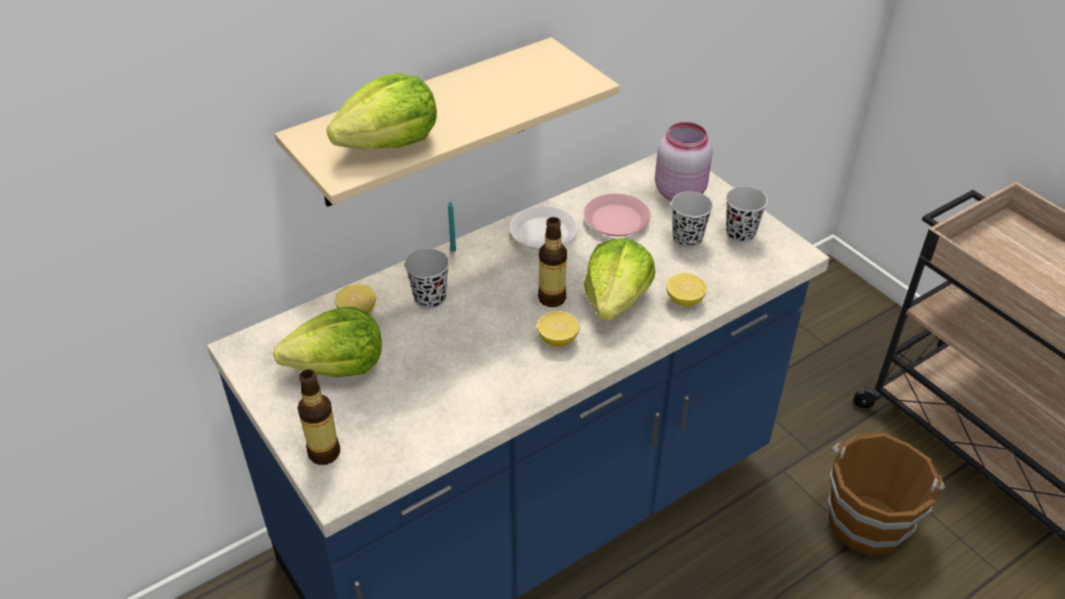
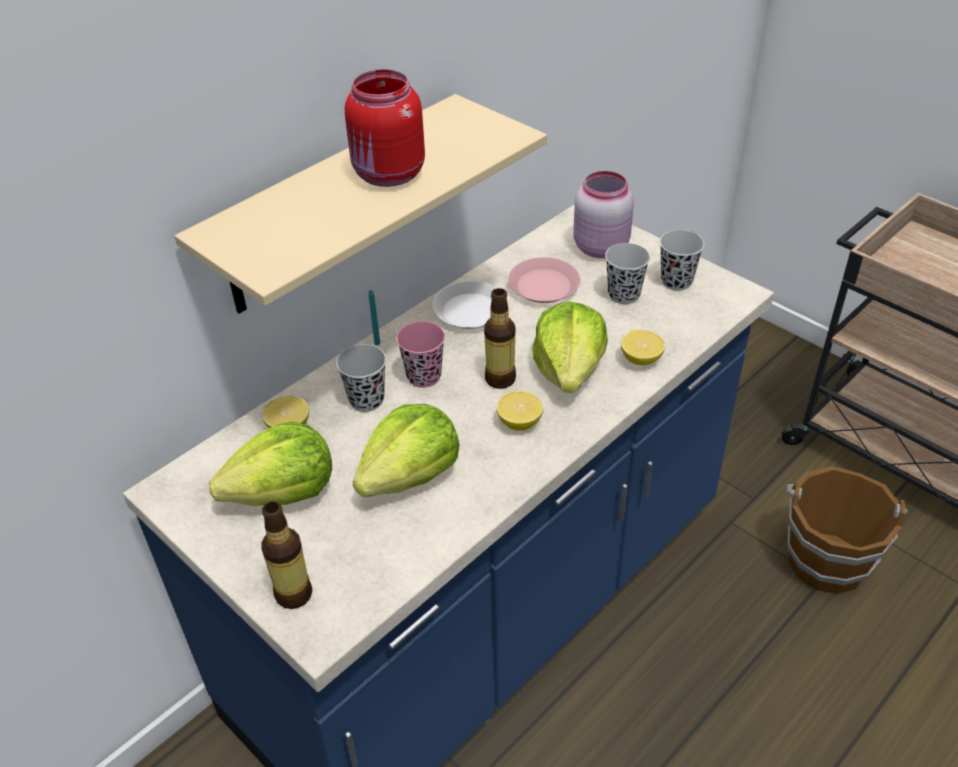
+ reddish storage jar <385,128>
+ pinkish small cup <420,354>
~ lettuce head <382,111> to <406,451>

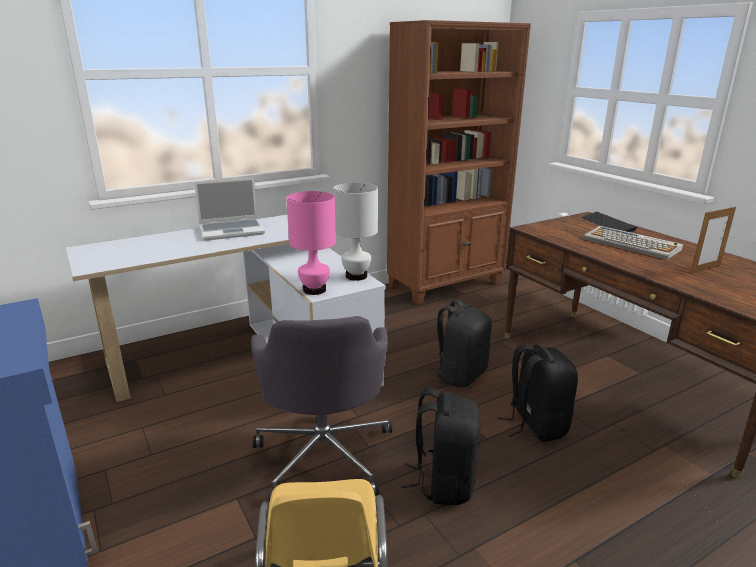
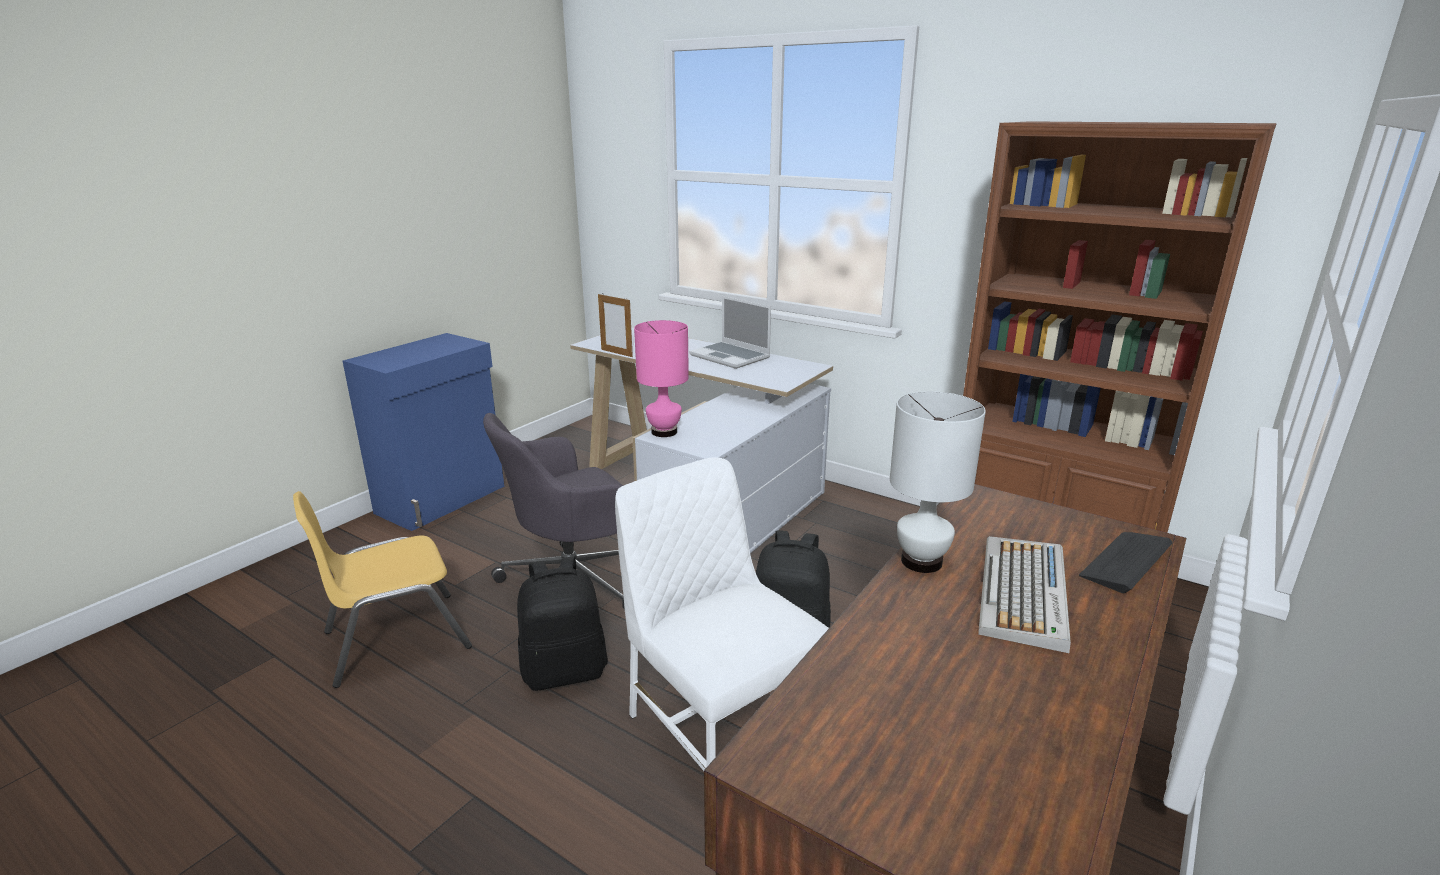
~ white-coloured lamp for a table <355,232> to <938,482>
~ standing frame <713,239> to <615,325>
~ black backpack <537,393> to white-coloured upright chair <722,614>

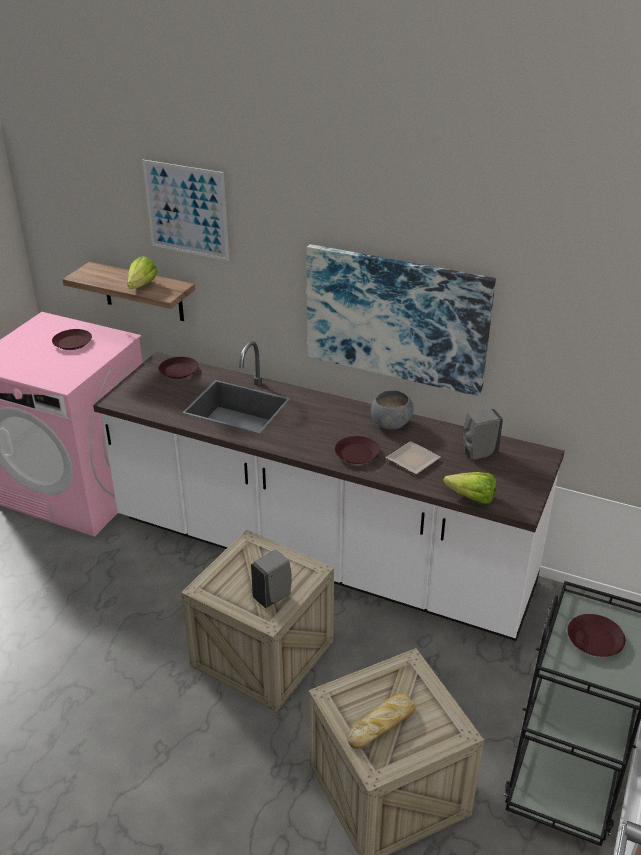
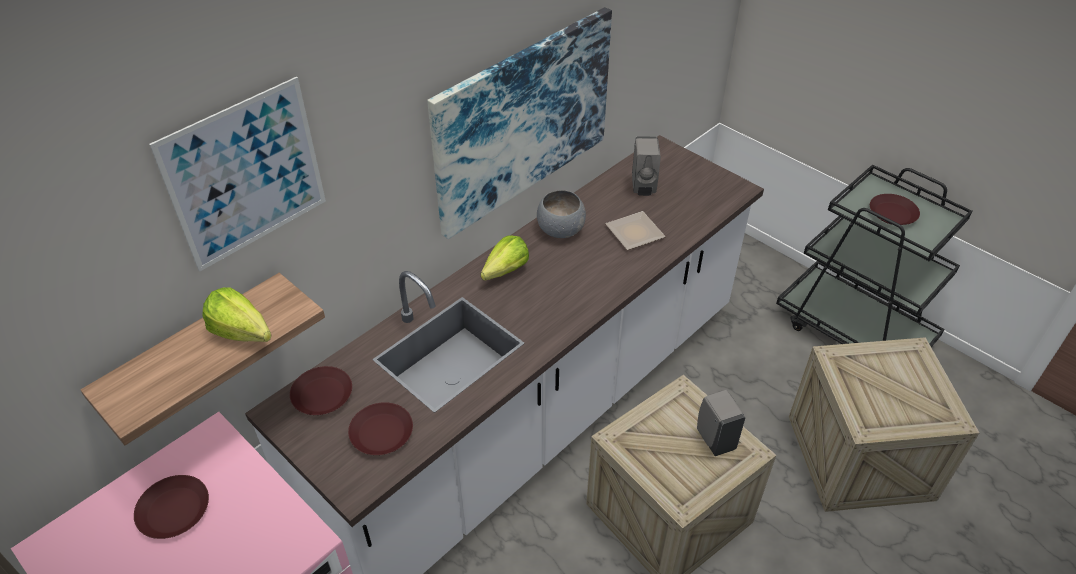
- baked bread <381,721>
~ brown plate <357,450> to <380,428>
~ lettuce head <469,488> to <505,258>

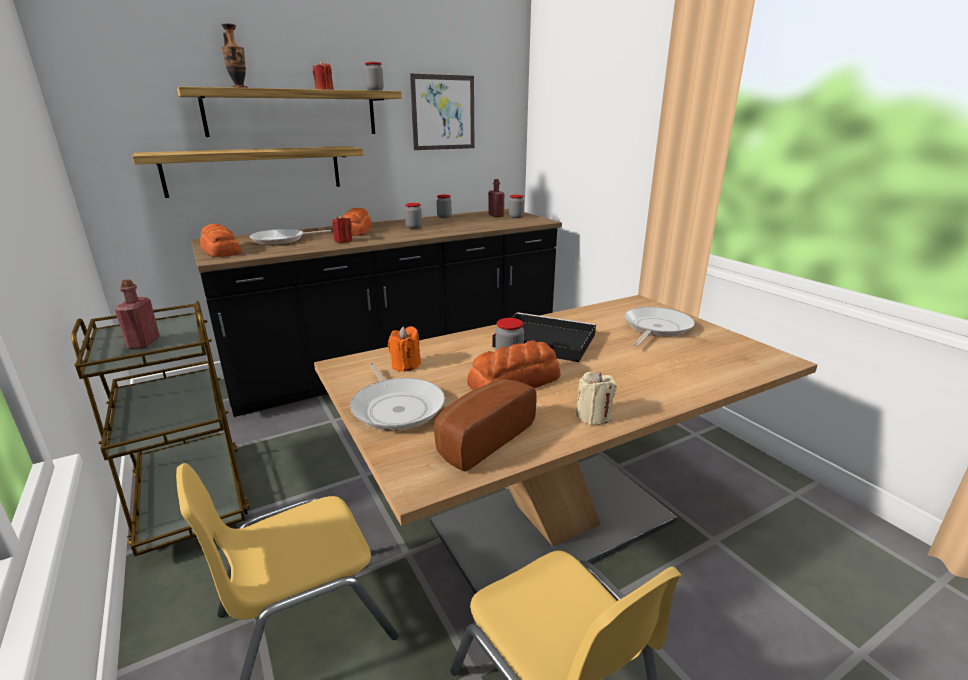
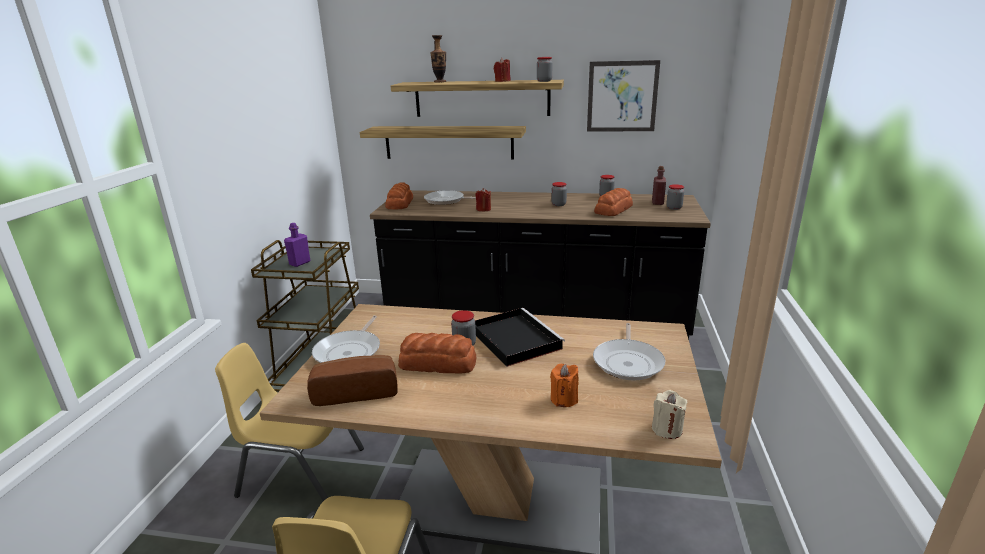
~ baked bread <357,222> to <613,202>
~ orangey wax candle <404,349> to <564,385>
~ sand-coloured wax candle <596,398> to <670,414>
~ reddish beverage bottle <137,314> to purple-coloured beverage bottle <297,245>
~ frying pan <659,327> = <629,351> 120 degrees clockwise

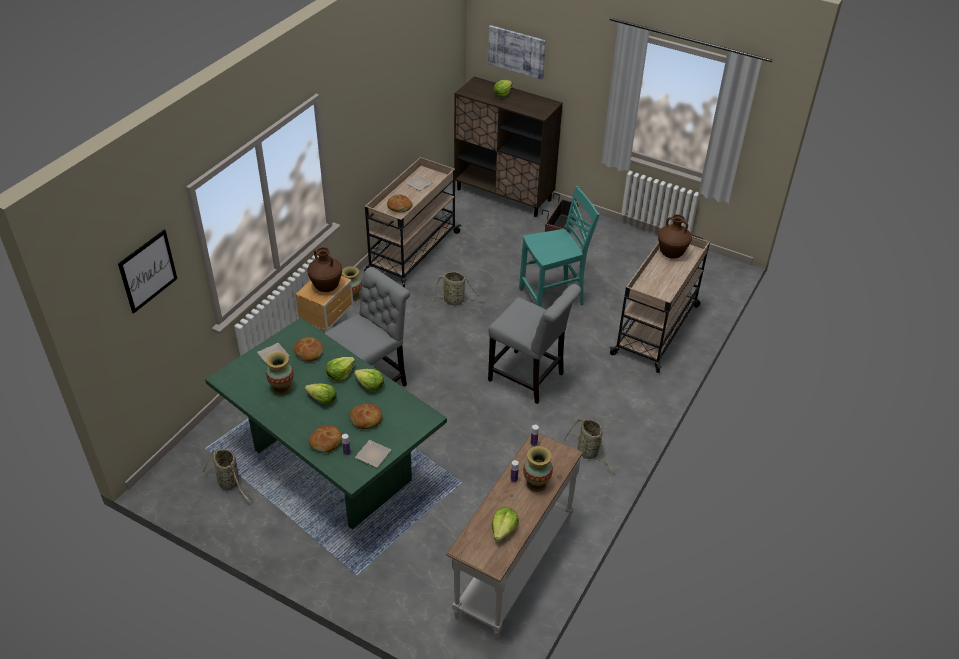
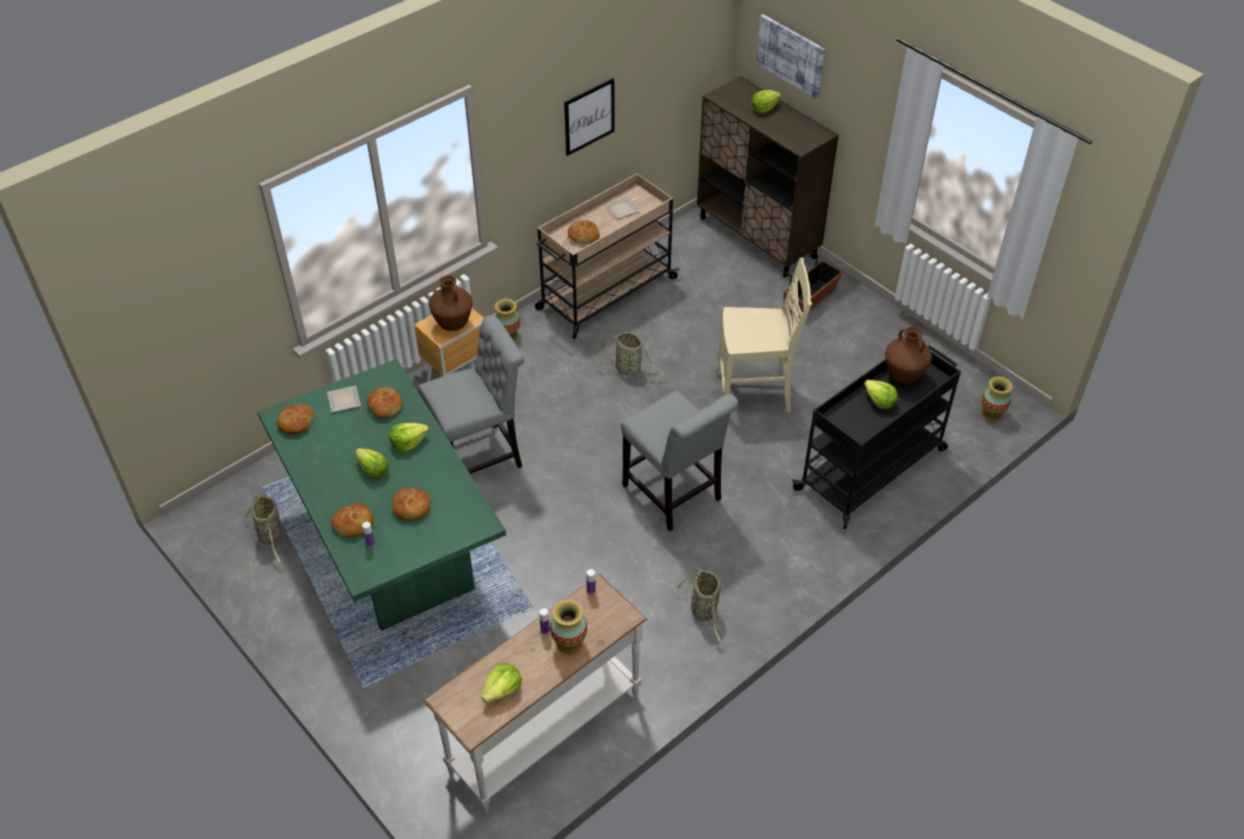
- plate <373,453>
+ baked bread <295,419>
~ wall picture <147,272> to <589,117>
~ decorative vase <280,373> to <997,399>
~ lettuce head <369,380> to <881,394>
~ turquoise upright chair <559,246> to sand-coloured upright chair <764,335>
~ sand-coloured cart <659,303> to black cart <876,437>

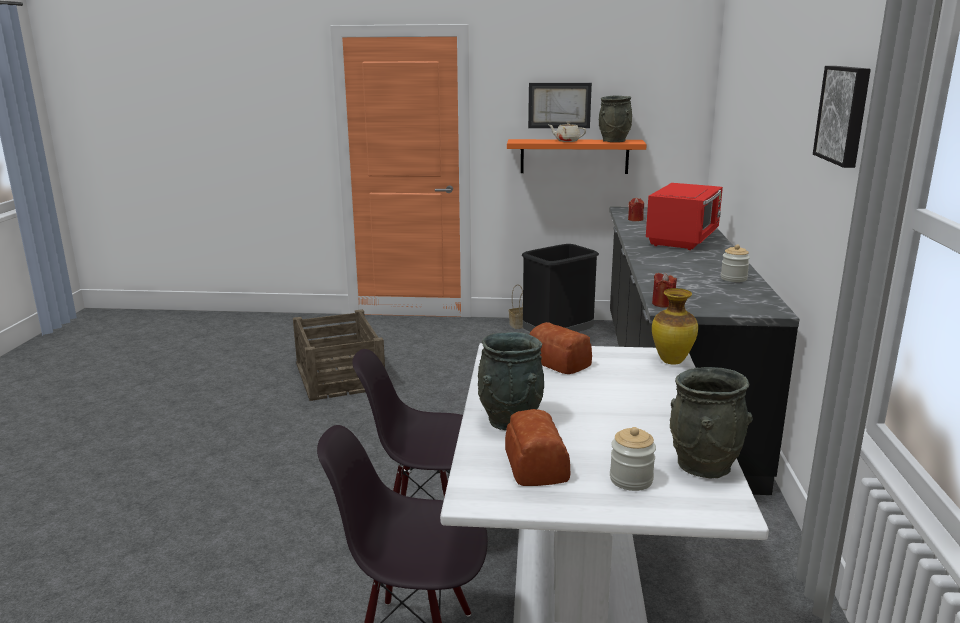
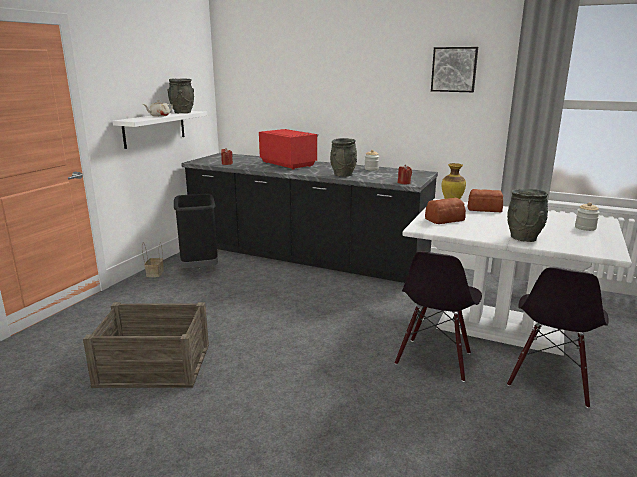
- wall picture <560,105>
~ baked bread <537,447> to <485,200>
~ greyish decorative vase <711,422> to <343,157>
~ orangey shelf <577,156> to white-coloured shelf <160,130>

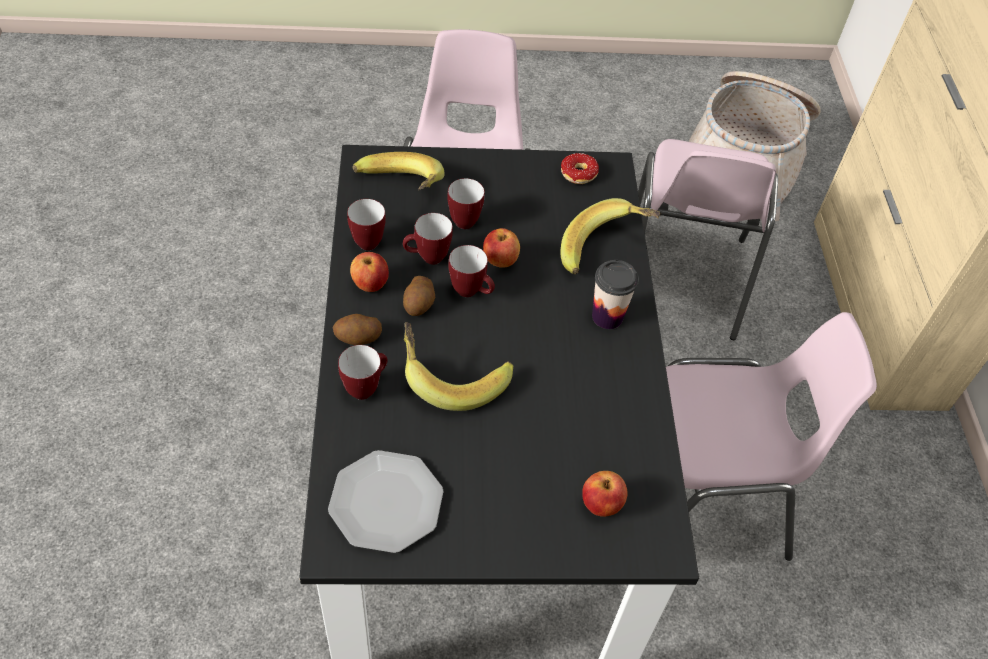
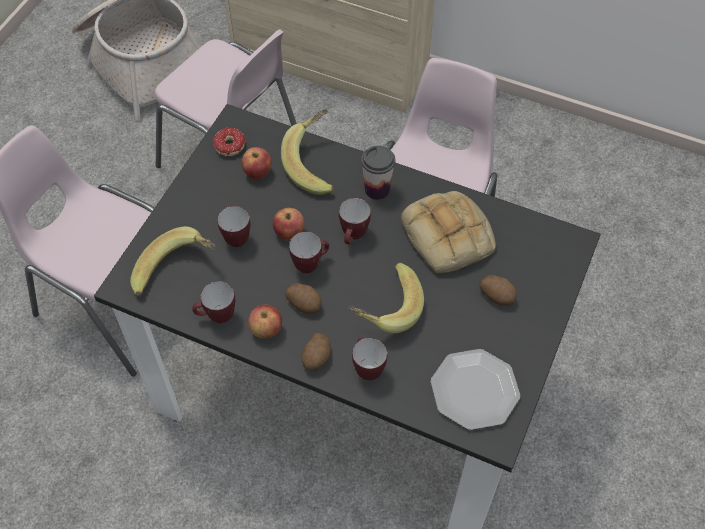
+ baked bread <448,232>
+ spud <498,290>
~ tea mug <428,239> to <355,221>
~ whole apple <605,494> to <257,163>

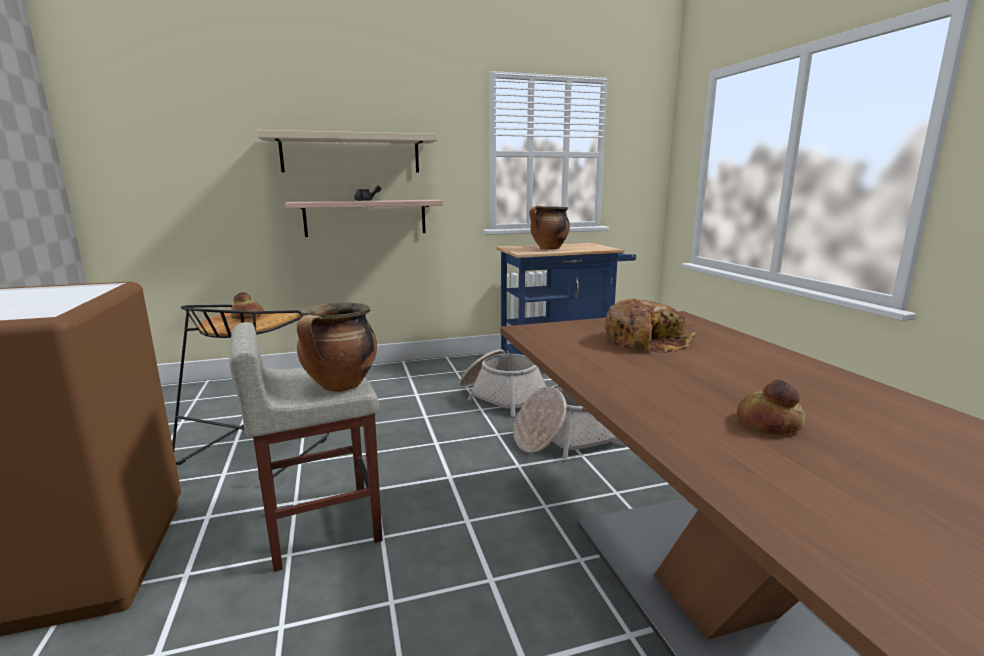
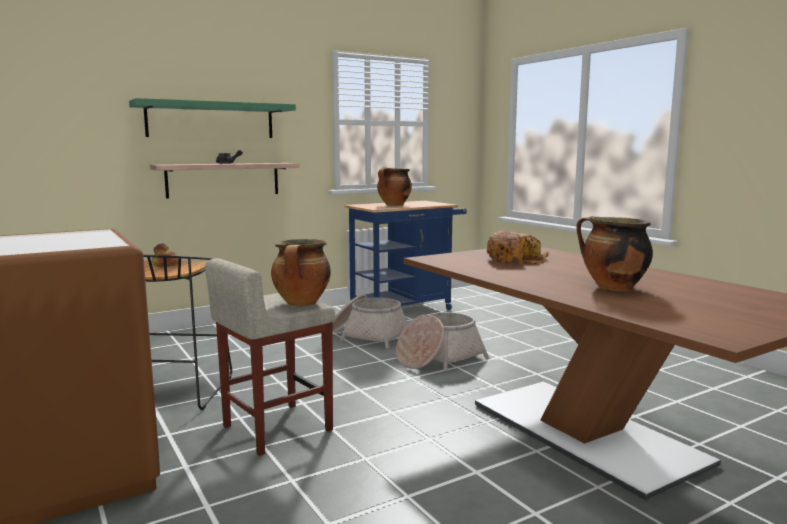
~ baked bread <771,407> to saucepot <614,253>
~ sand-coloured shelf <347,151> to green shelf <212,118>

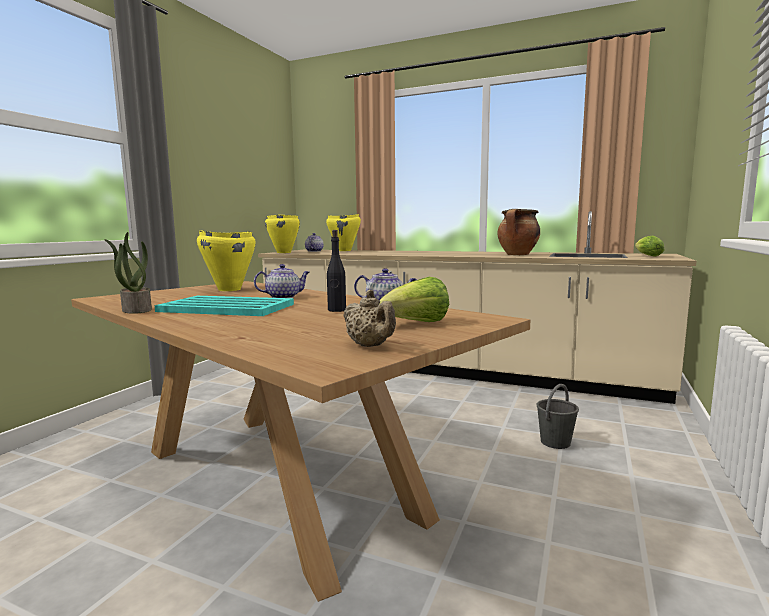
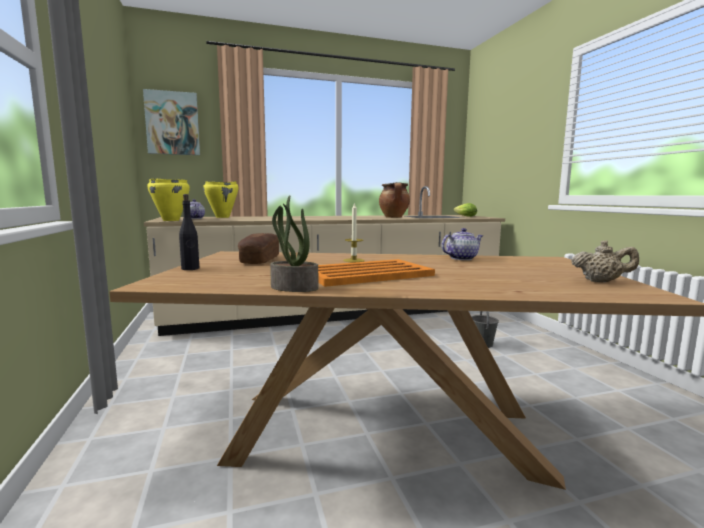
- lettuce head <414,299>
+ wall picture <171,122>
~ black beverage bottle <336,271> to <189,232>
~ yellow-coloured saucepot <226,260> to baked bread <258,248>
~ pot for tea <282,281> to wax candle <354,232>
~ turquoise tray <224,306> to orangey tray <376,273>

